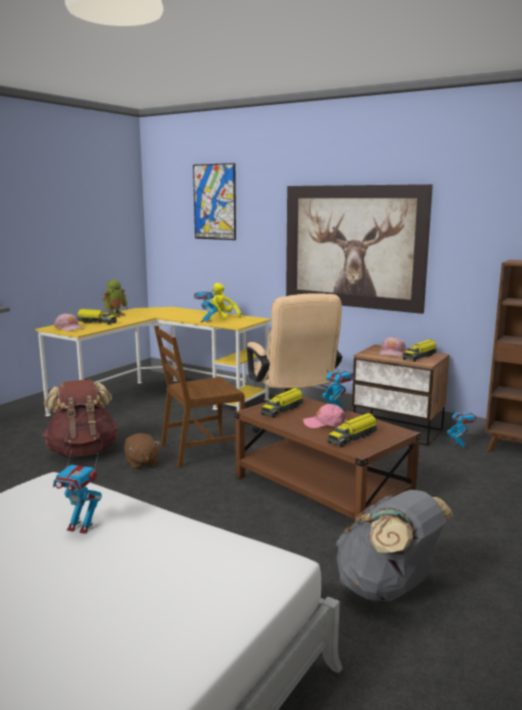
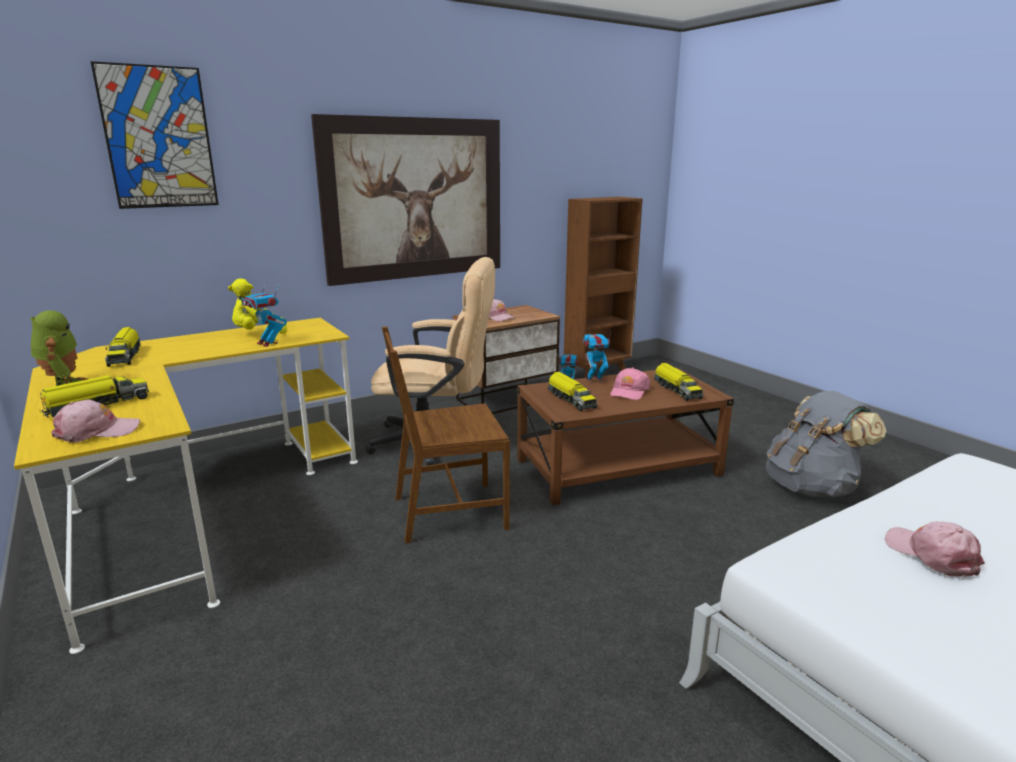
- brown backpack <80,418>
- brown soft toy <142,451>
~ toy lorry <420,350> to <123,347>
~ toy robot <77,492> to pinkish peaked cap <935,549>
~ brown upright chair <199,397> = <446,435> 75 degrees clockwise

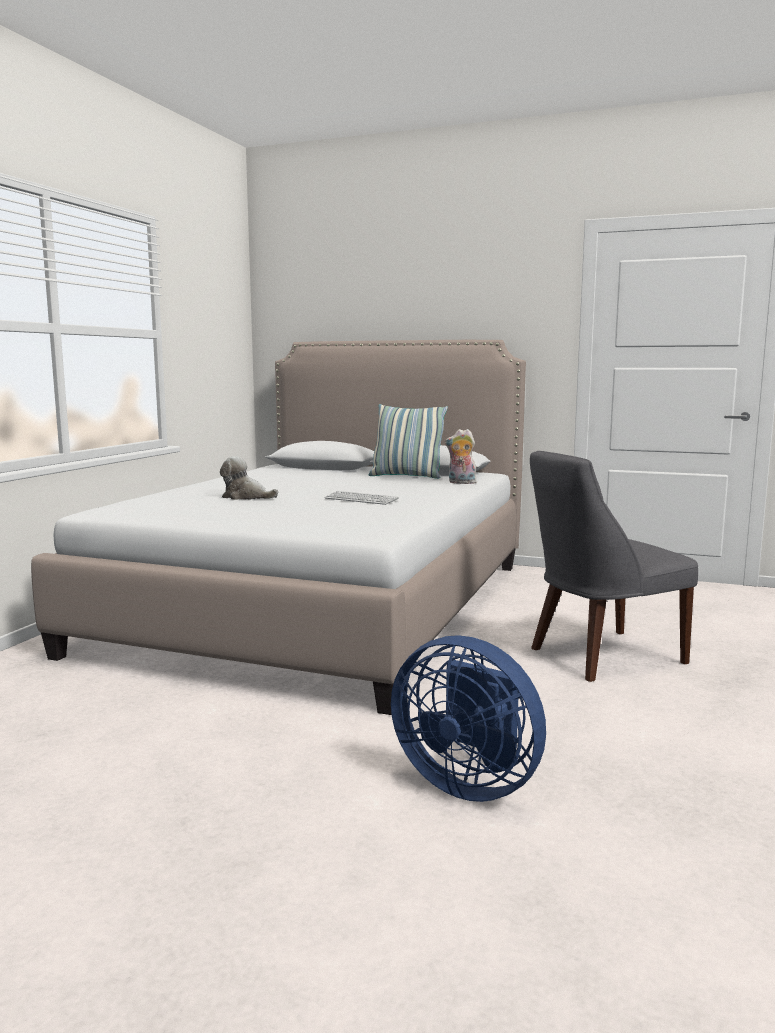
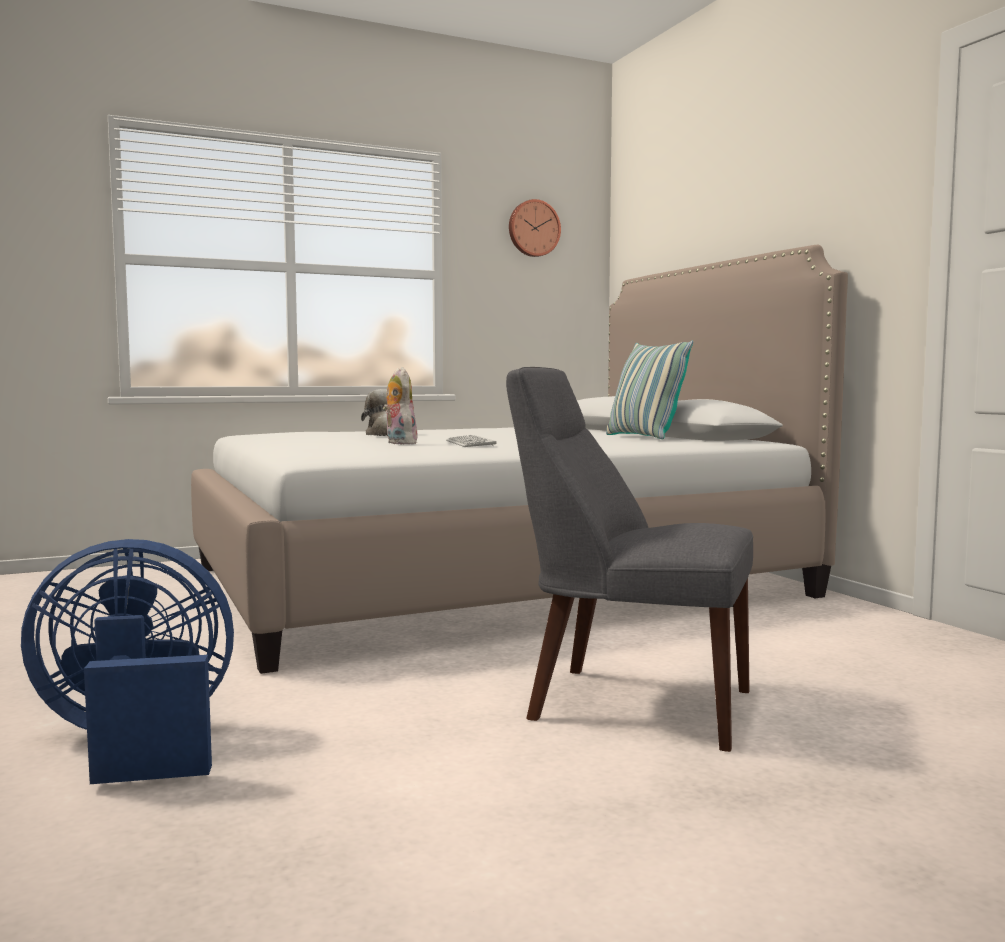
+ clock on the wall <535,228>
~ soft toy <460,456> to <400,405>
~ bluish cooling fan <468,718> = <127,661> 90 degrees clockwise

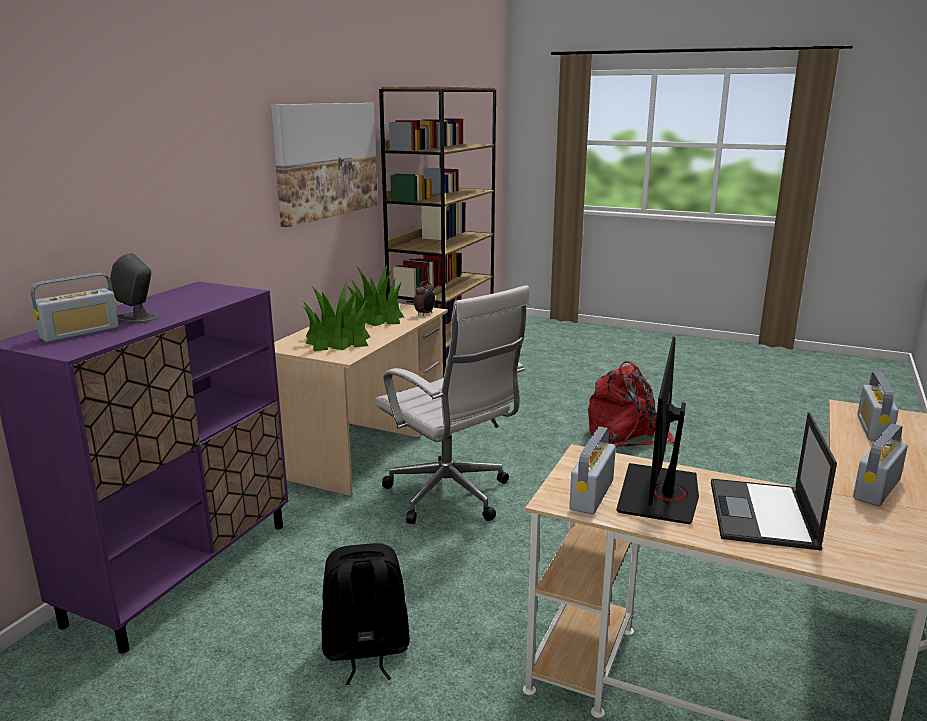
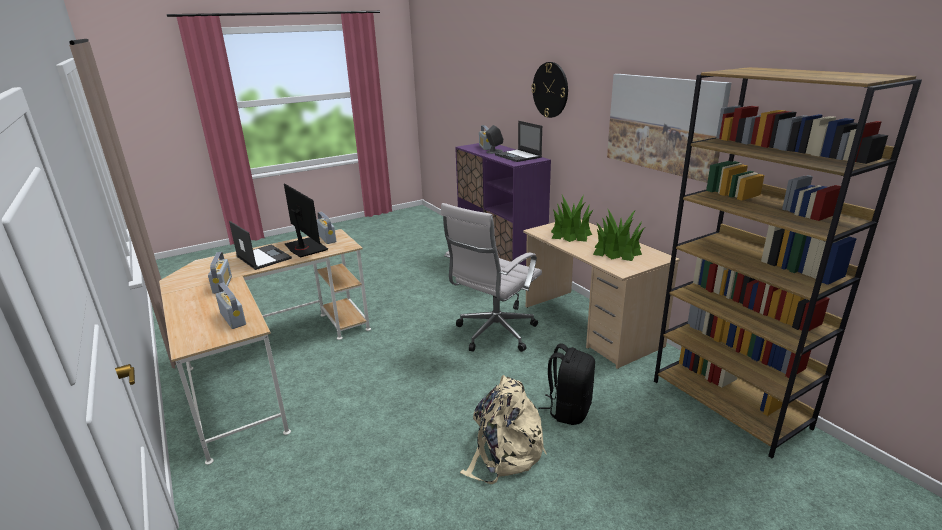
- alarm clock <424,298>
+ portable computer <518,141>
+ clock on the wall <549,90>
~ black backpack <365,614> to <567,384>
~ reddish backpack <631,404> to sand-coloured backpack <503,429>
~ white-coloured computer chair <452,404> = <491,277> 45 degrees counterclockwise

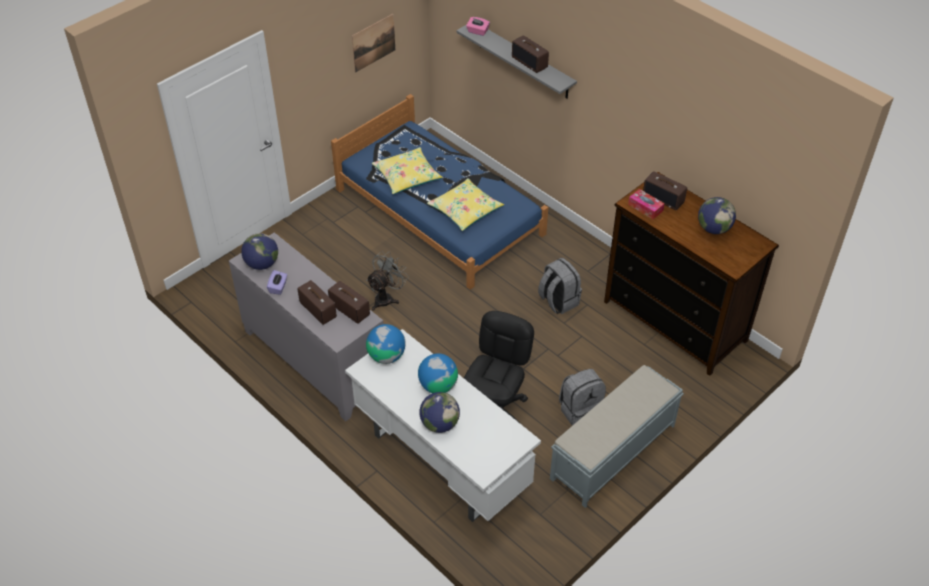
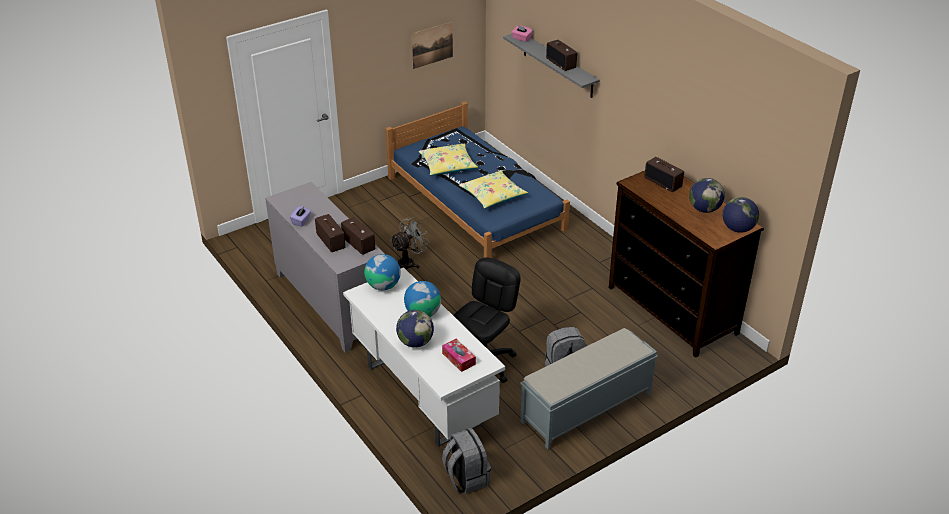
~ globe <259,251> to <741,215>
~ greyish backpack <560,286> to <466,461>
~ box of tissues <646,204> to <459,355>

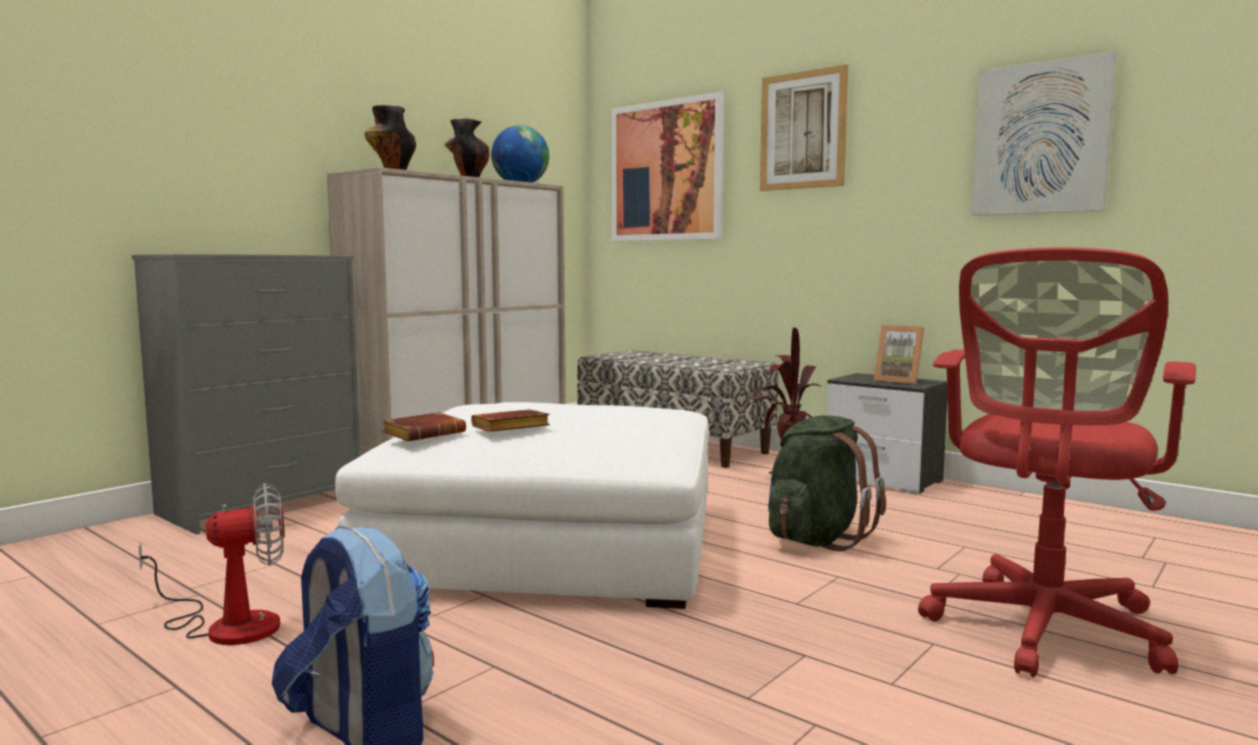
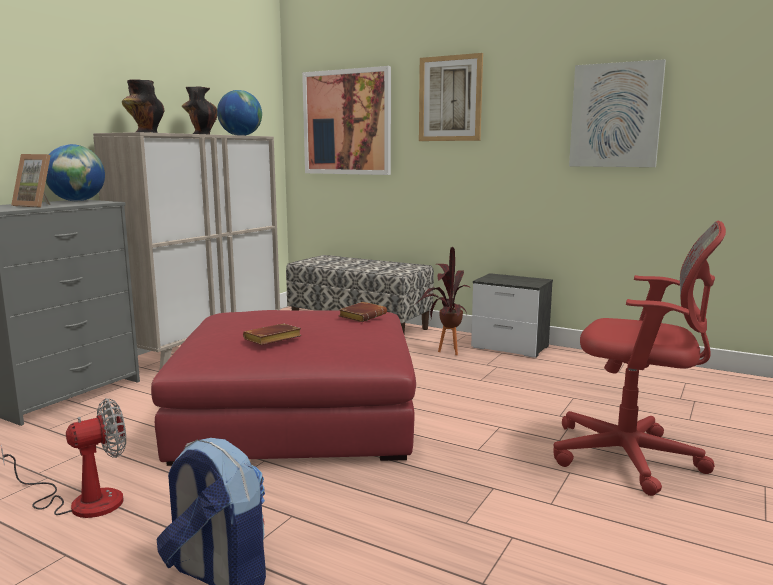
- green backpack <827,483>
+ globe <75,172>
~ brown bound book <424,426> to <363,312>
~ standing frame <899,354> to <31,181>
~ white-coloured ottoman <522,505> to reddish ottoman <283,388>
~ reddish computer chair <1057,462> = <640,358> 90 degrees counterclockwise

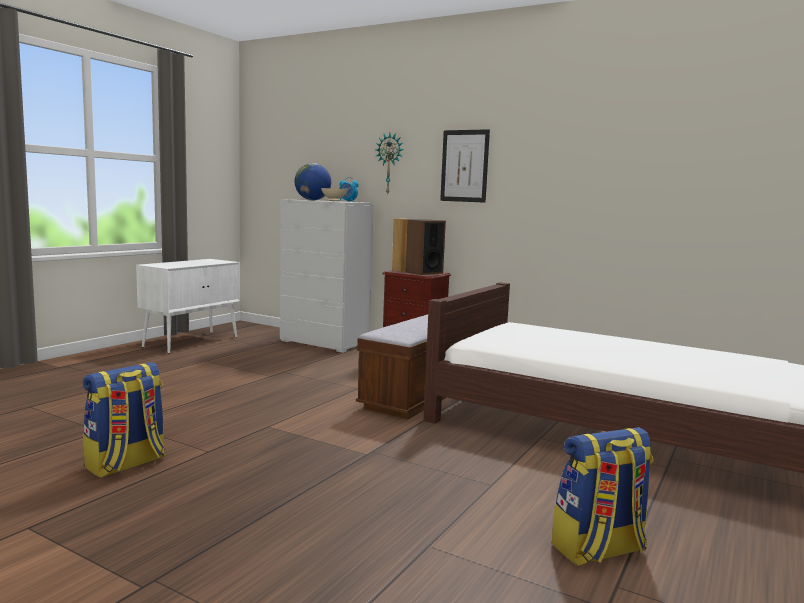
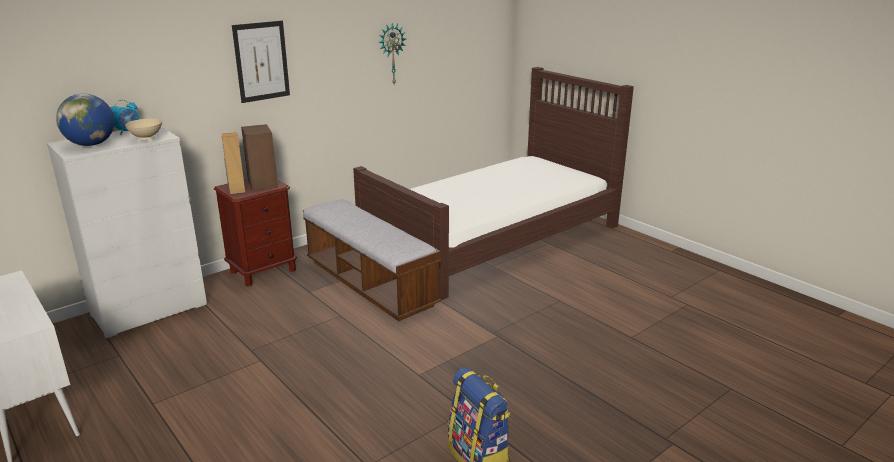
- backpack <602,496>
~ clock on the wall <389,164> to <392,53>

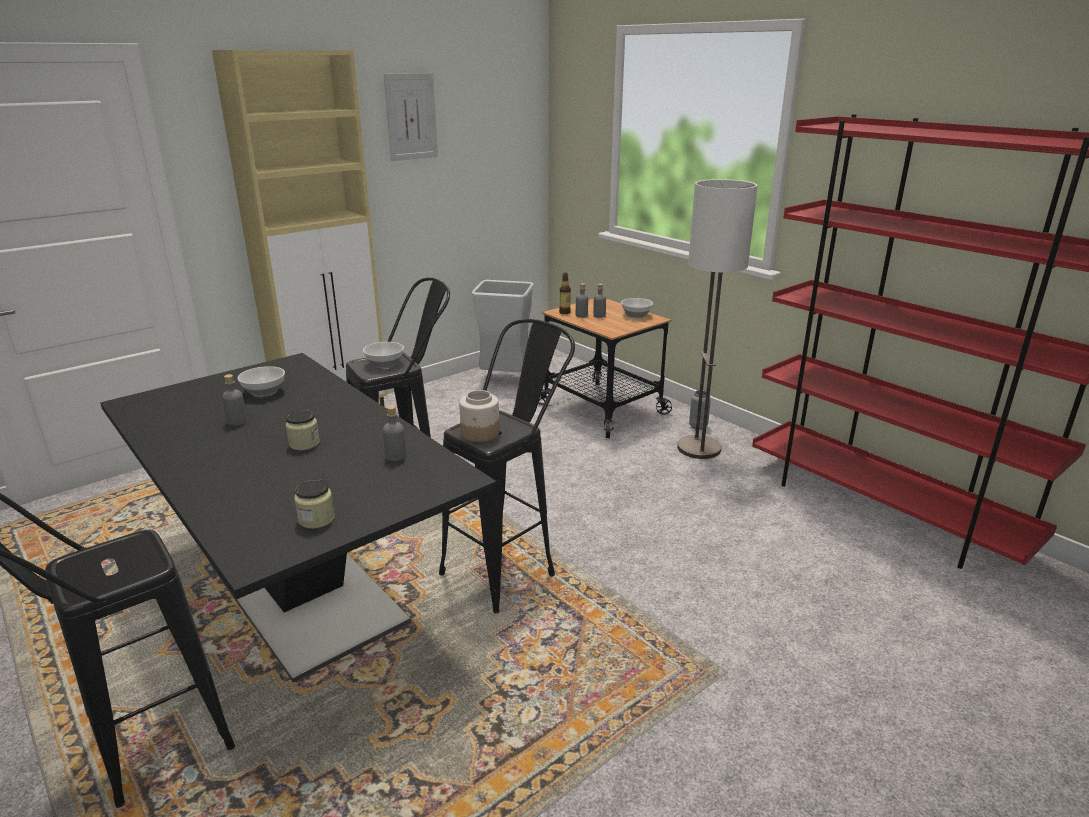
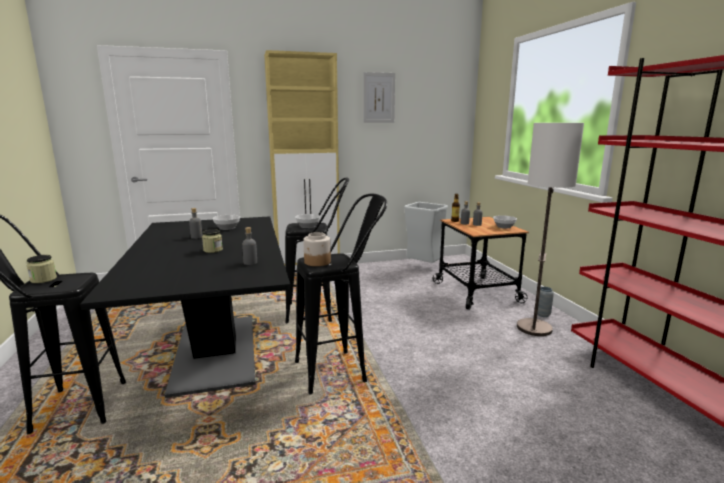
~ storage jar <314,504> to <42,269>

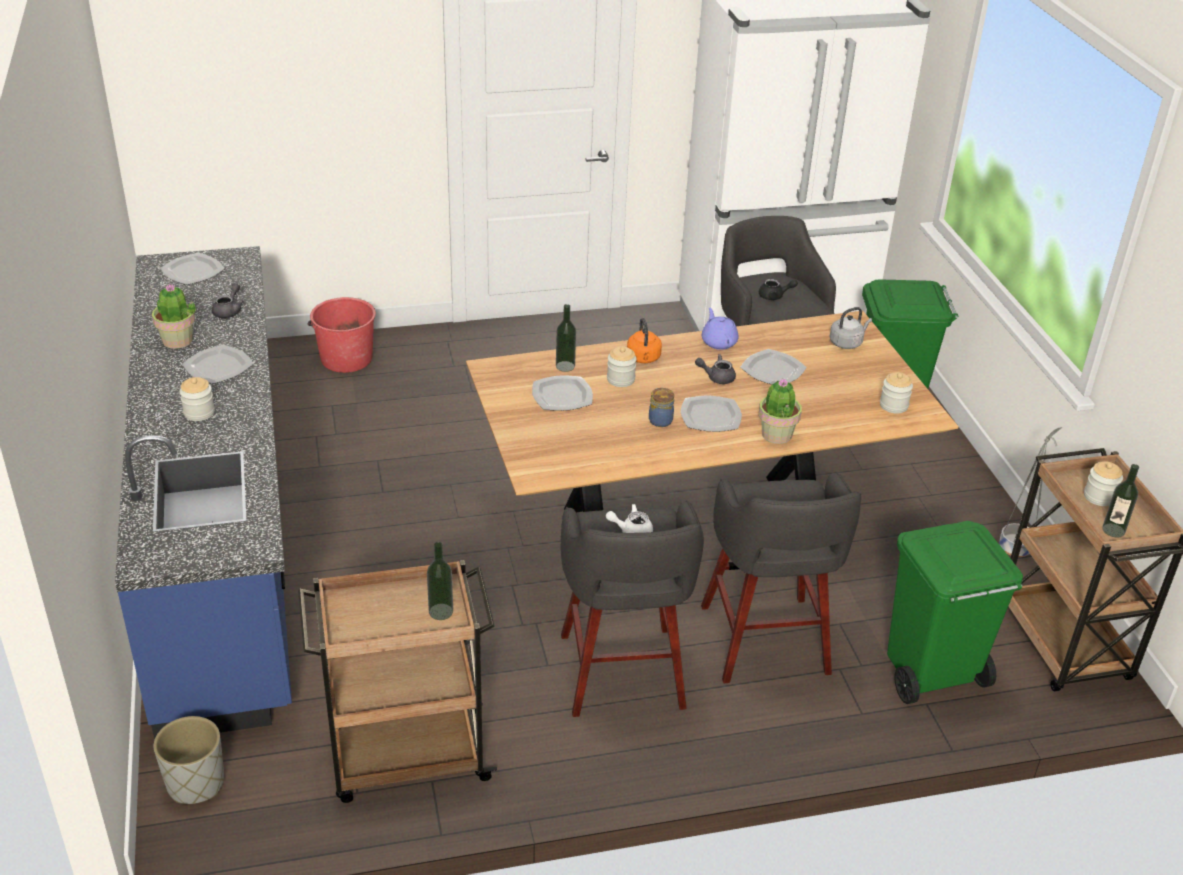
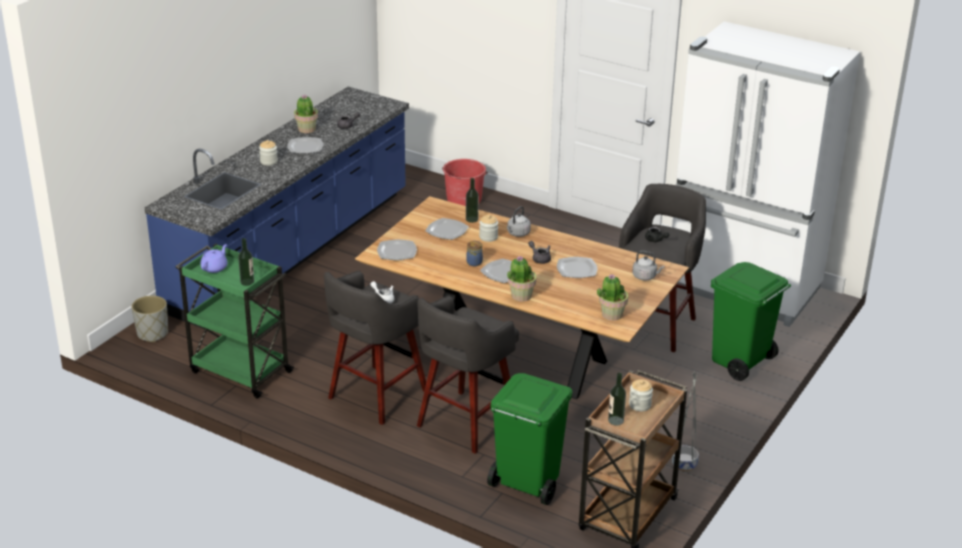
~ plate <192,269> to <397,250>
~ purple-coloured pot for tea <720,329> to <214,258>
~ storage jar <896,393> to plant in a pot <612,297>
~ brown cart <397,681> to green cart <235,321>
~ orangey water kettle <644,340> to greyish water kettle <519,221>

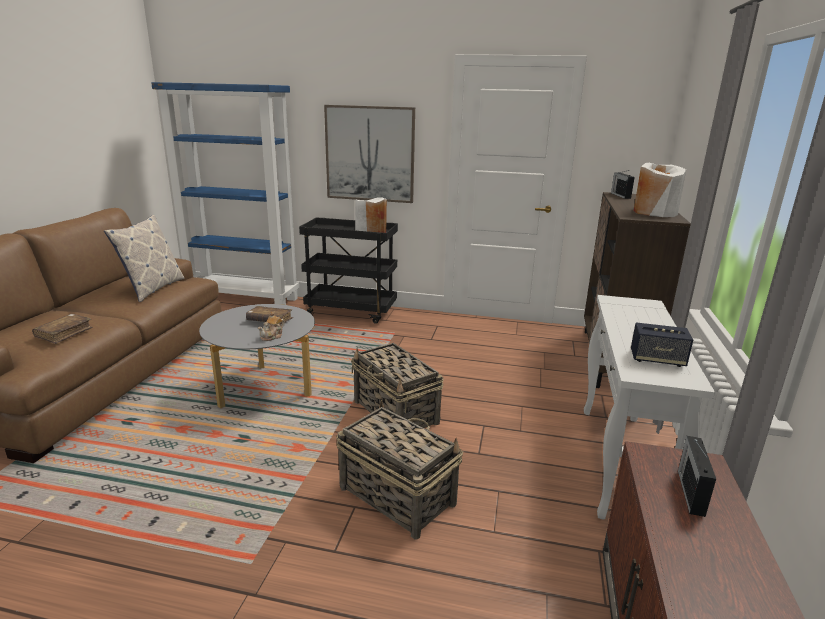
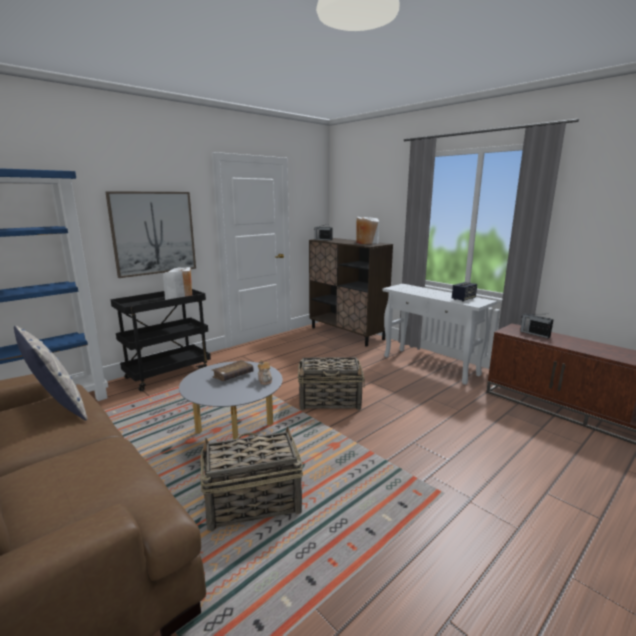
- brown bound book <62,329>
~ storage basket <399,470> to <251,478>

